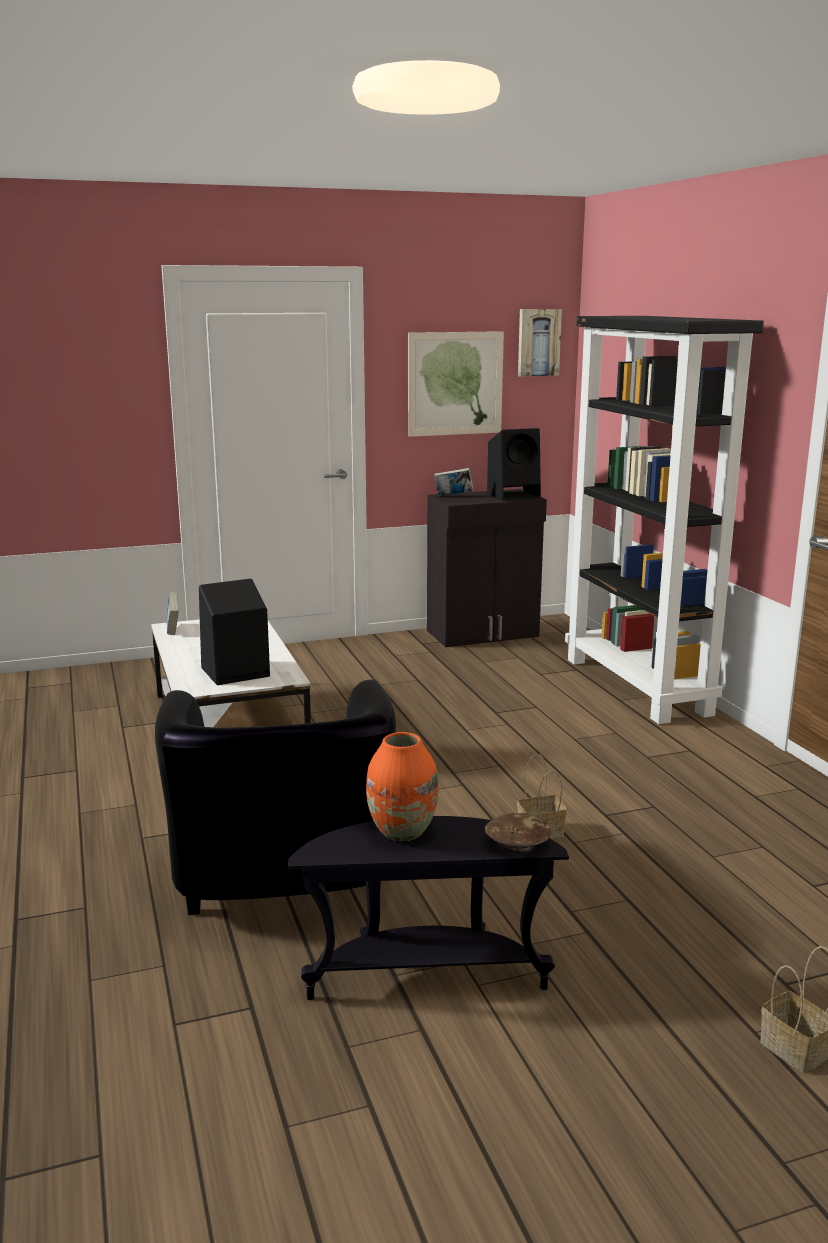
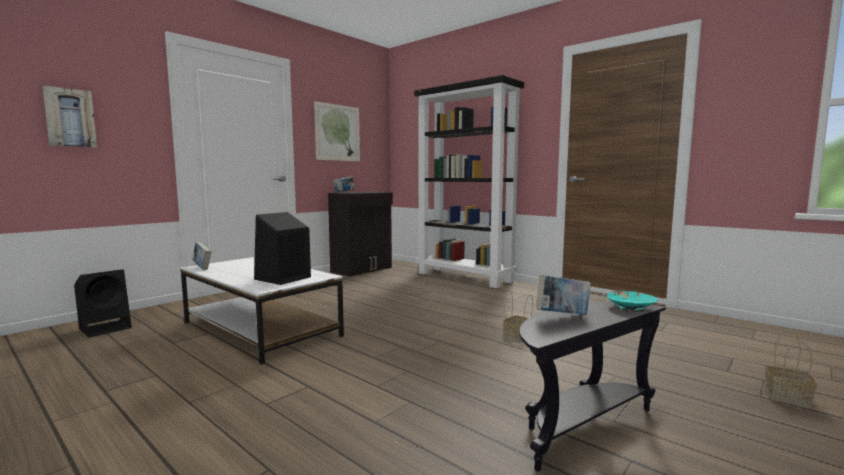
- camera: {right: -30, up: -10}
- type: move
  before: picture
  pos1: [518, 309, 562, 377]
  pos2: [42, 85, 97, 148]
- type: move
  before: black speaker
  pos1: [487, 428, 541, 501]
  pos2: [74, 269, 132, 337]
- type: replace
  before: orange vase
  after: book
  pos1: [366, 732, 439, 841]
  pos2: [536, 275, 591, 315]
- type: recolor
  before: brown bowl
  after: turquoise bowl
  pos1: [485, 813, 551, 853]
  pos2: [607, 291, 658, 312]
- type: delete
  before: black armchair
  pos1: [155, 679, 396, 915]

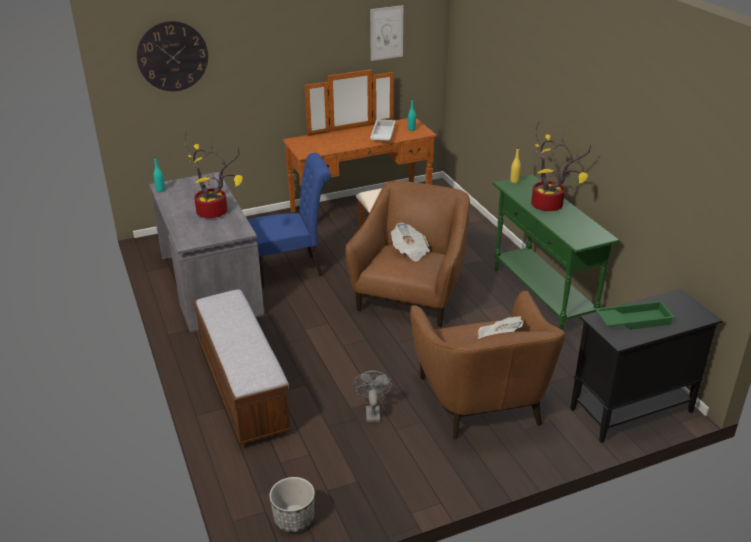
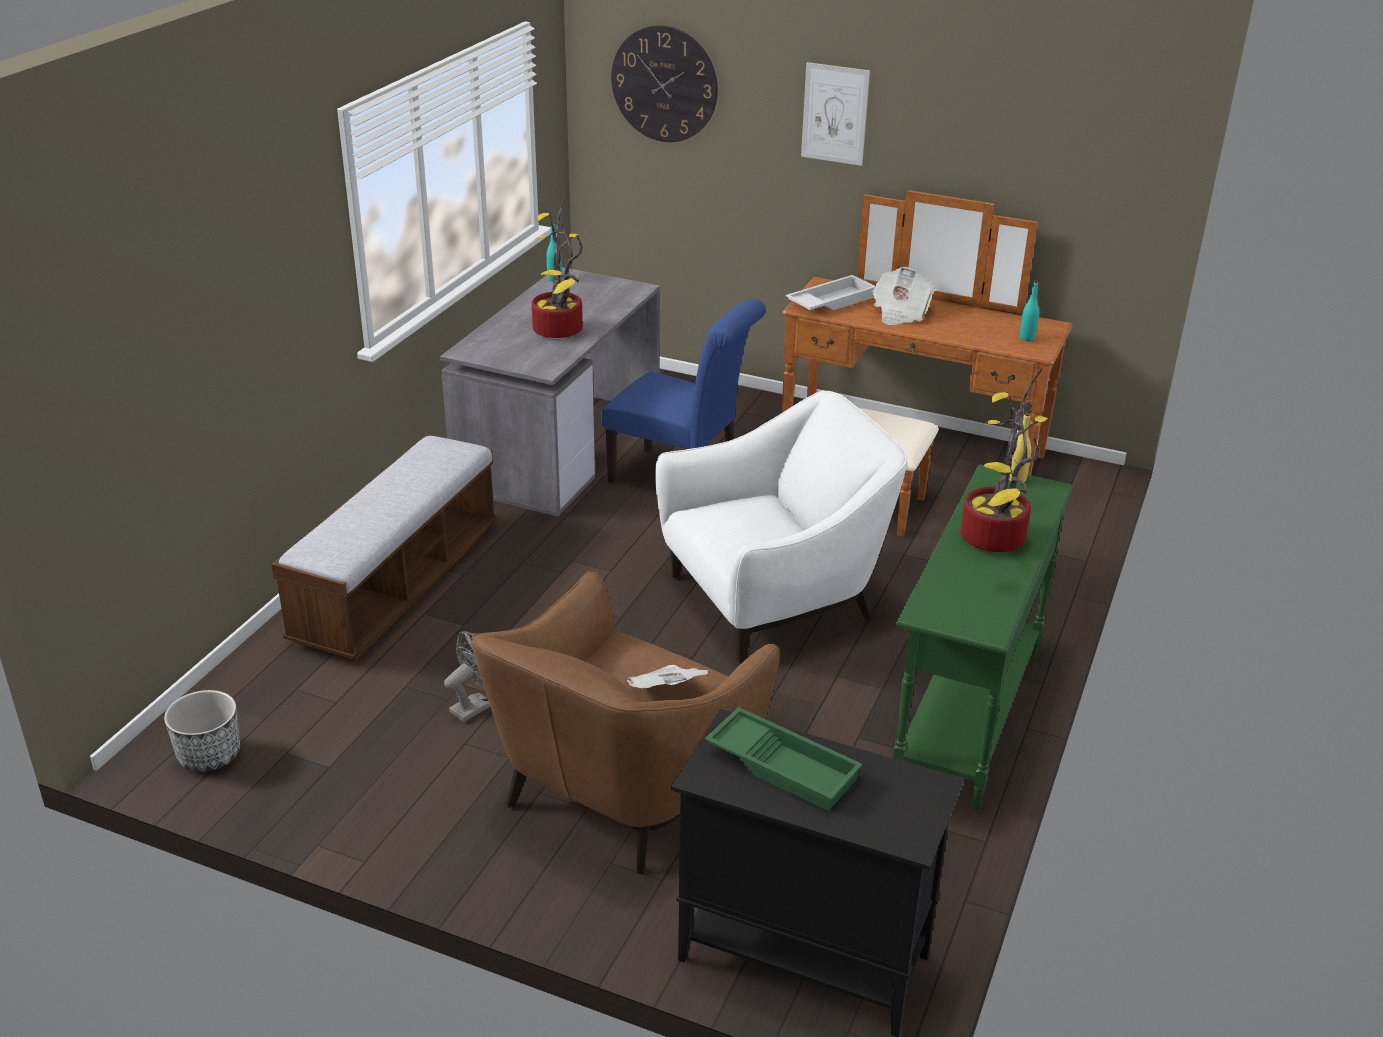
- camera: {right: 45, up: 0}
- type: recolor
  before: brown armchair
  after: white armchair
  pos1: [345, 181, 470, 327]
  pos2: [655, 391, 907, 663]
- type: move
  before: white tray
  pos1: [370, 119, 396, 141]
  pos2: [786, 275, 875, 310]
- type: move
  before: picture
  pos1: [370, 5, 403, 61]
  pos2: [801, 62, 870, 166]
- type: move
  before: newspaper
  pos1: [391, 223, 430, 261]
  pos2: [872, 267, 934, 325]

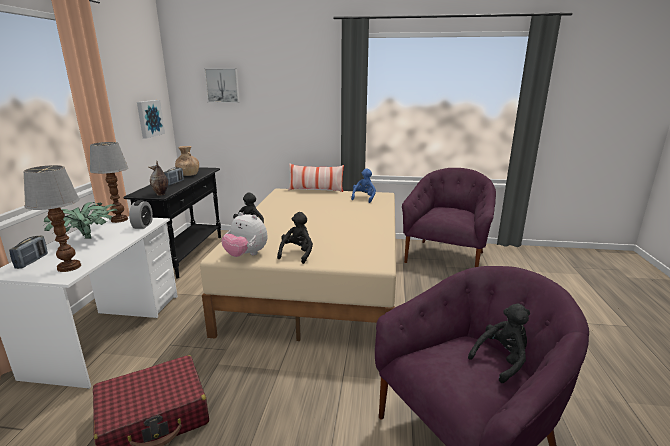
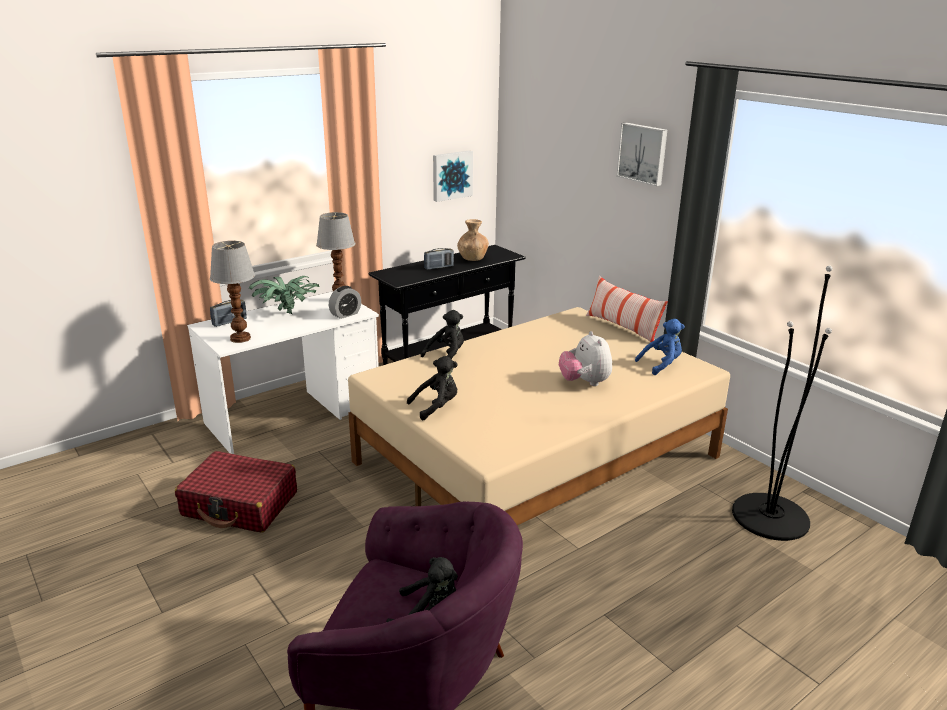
- camera: {right: 45, up: 5}
- type: move
  before: plush toy
  pos1: [222, 212, 268, 257]
  pos2: [559, 331, 612, 386]
- type: move
  before: picture
  pos1: [204, 68, 240, 103]
  pos2: [617, 123, 667, 186]
- type: replace
  before: purple armchair
  after: black floor lamp
  pos1: [402, 168, 496, 267]
  pos2: [732, 266, 833, 541]
- type: delete
  before: vase
  pos1: [148, 160, 168, 196]

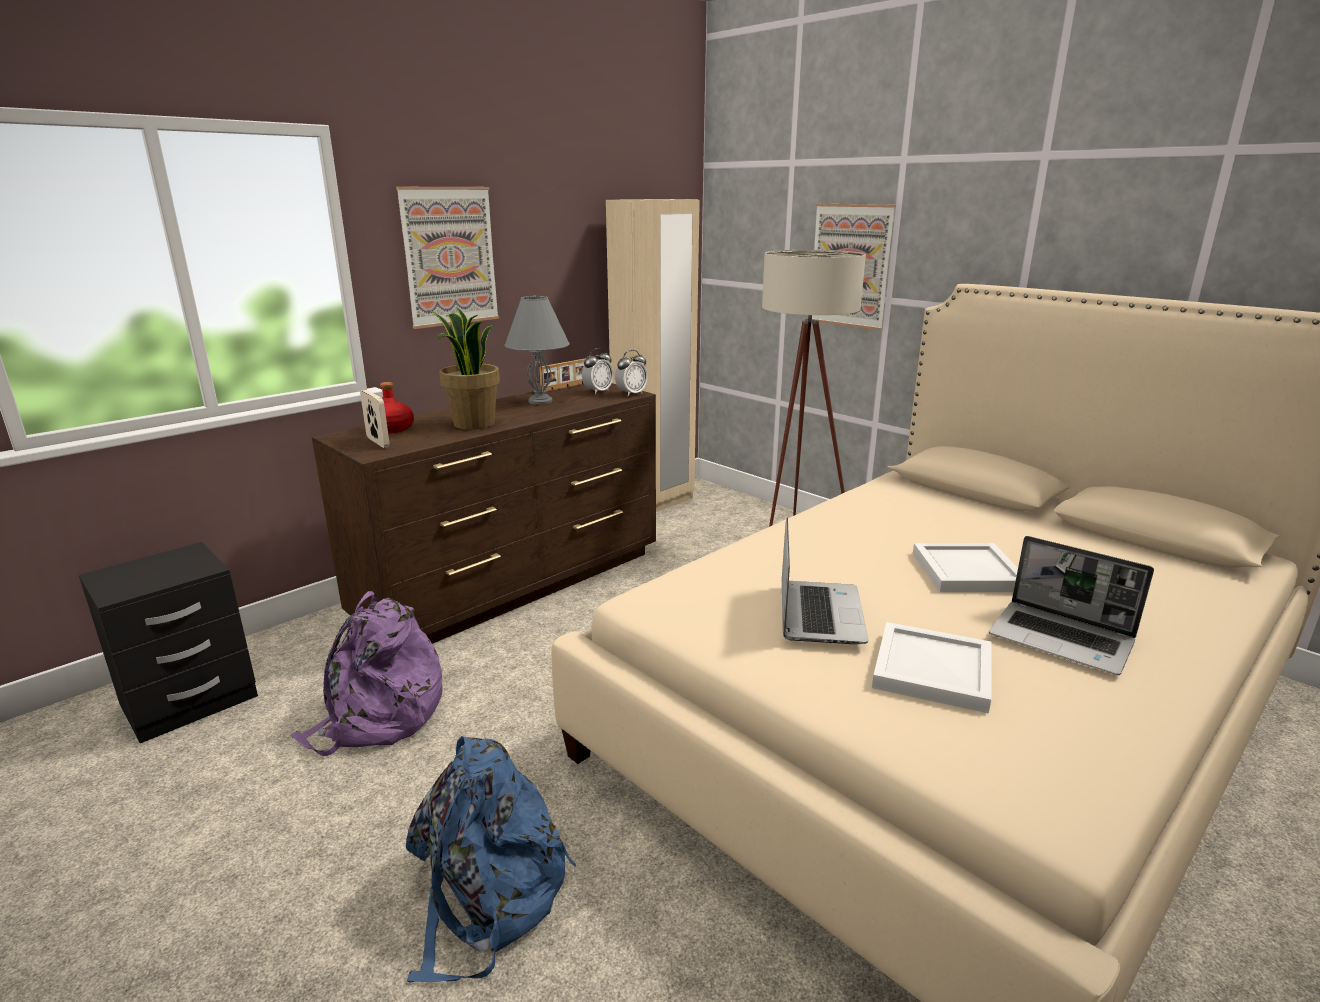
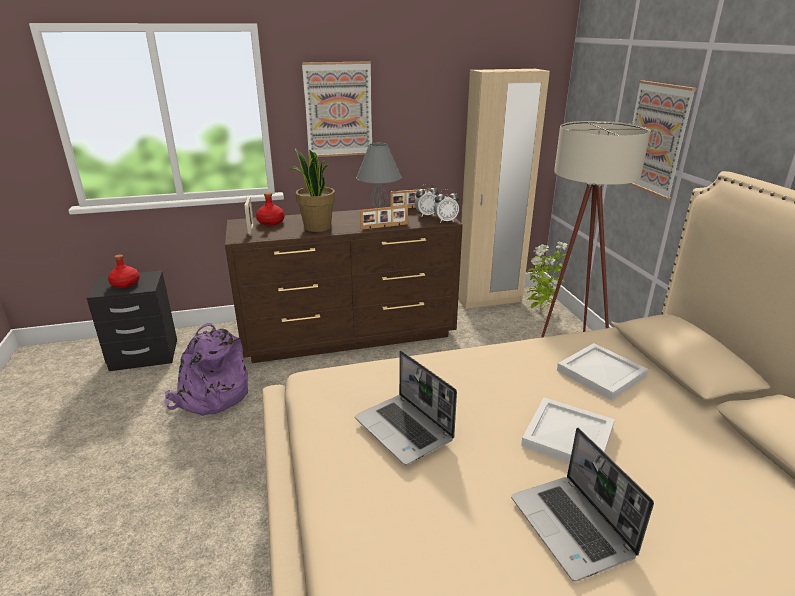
- camera: {right: 30, up: 5}
- type: insert
  after: red bottle
  pos2: [108, 255, 140, 288]
- type: rotate
  before: laptop
  pos1: [782, 518, 868, 644]
  pos2: [355, 350, 457, 465]
  turn: 105
- type: insert
  after: picture frame
  pos2: [360, 205, 408, 230]
- type: insert
  after: potted plant
  pos2: [527, 242, 567, 313]
- type: move
  before: white tray
  pos1: [872, 622, 991, 714]
  pos2: [557, 343, 648, 400]
- type: delete
  before: blue backpack
  pos1: [406, 736, 576, 983]

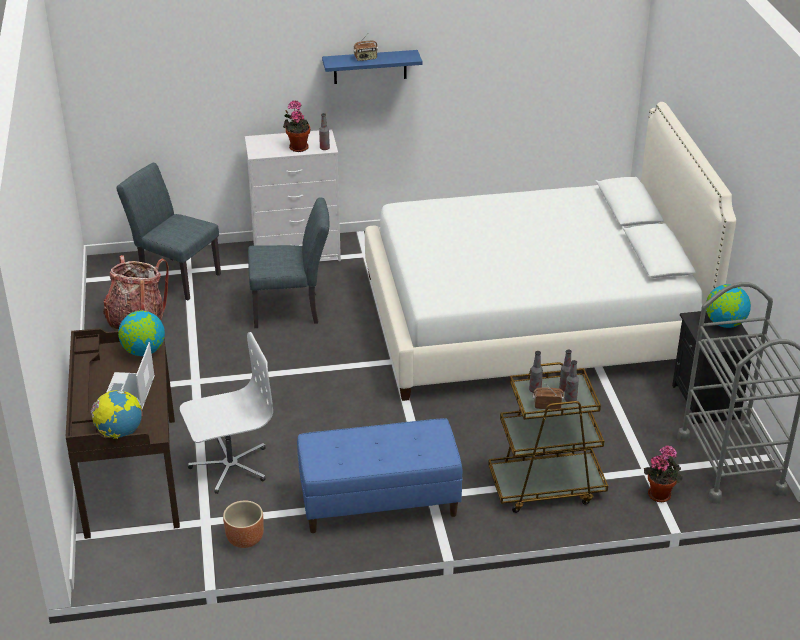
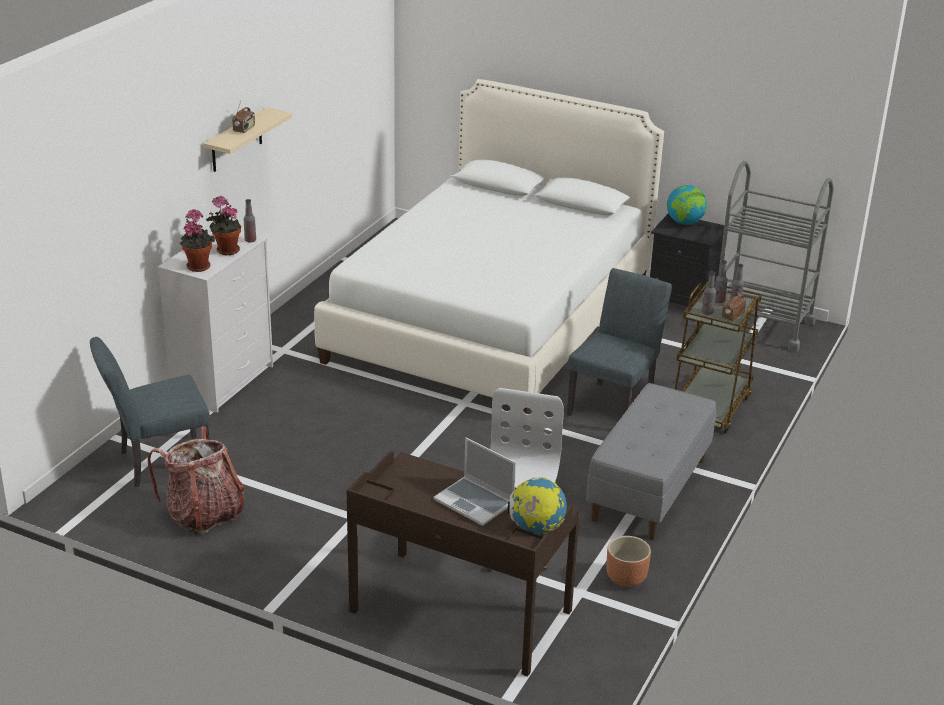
- camera: {right: -55, up: -5}
- type: move
  before: potted plant
  pos1: [644, 445, 683, 502]
  pos2: [180, 209, 215, 272]
- type: recolor
  before: blue shelf
  after: beige shelf
  pos1: [322, 50, 422, 84]
  pos2: [203, 107, 292, 172]
- type: move
  before: grey chair
  pos1: [248, 197, 329, 328]
  pos2: [567, 268, 672, 416]
- type: recolor
  before: blue bench
  after: grey bench
  pos1: [297, 418, 462, 533]
  pos2: [586, 383, 716, 540]
- type: delete
  before: globe
  pos1: [118, 311, 165, 356]

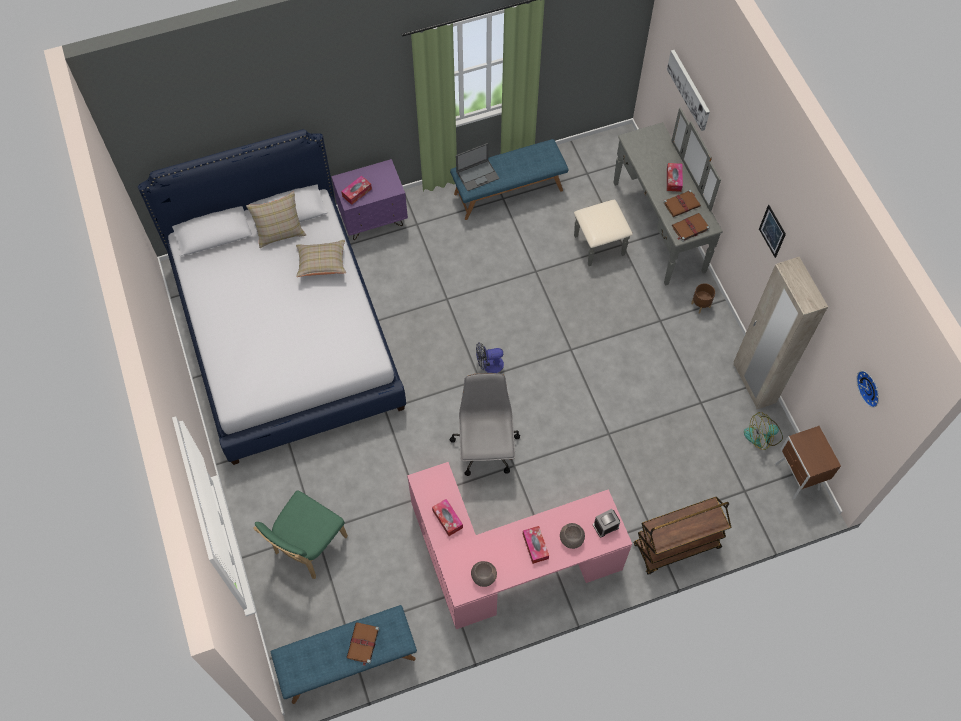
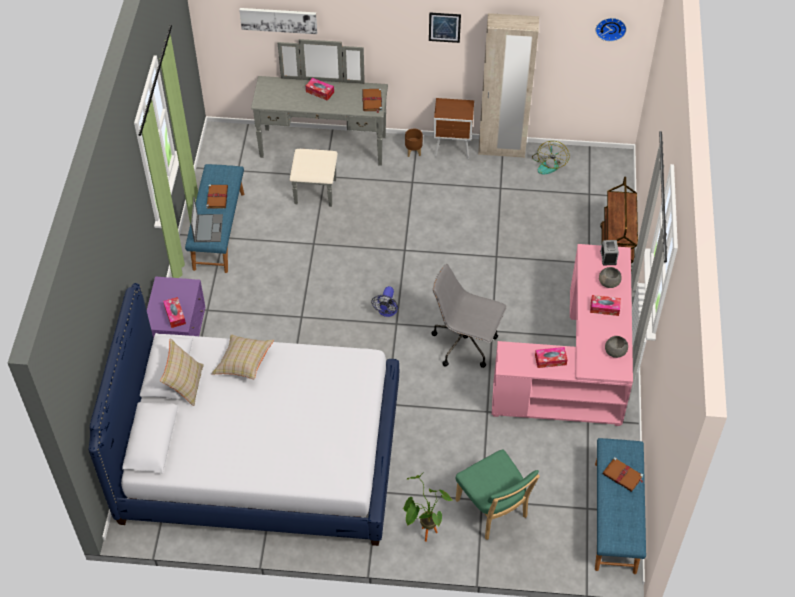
- camera: {right: -65, up: -10}
- type: move
  before: brown book
  pos1: [663, 190, 701, 217]
  pos2: [206, 184, 228, 209]
- type: insert
  after: potted plant
  pos2: [403, 472, 452, 542]
- type: move
  before: brown nightstand
  pos1: [775, 426, 841, 500]
  pos2: [433, 98, 474, 159]

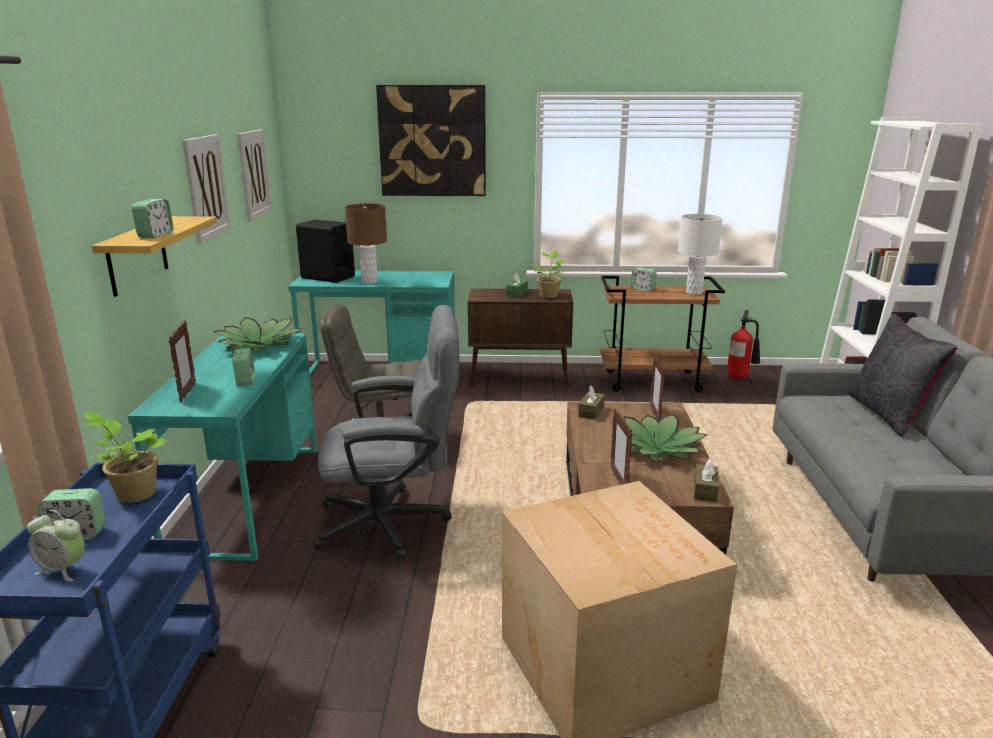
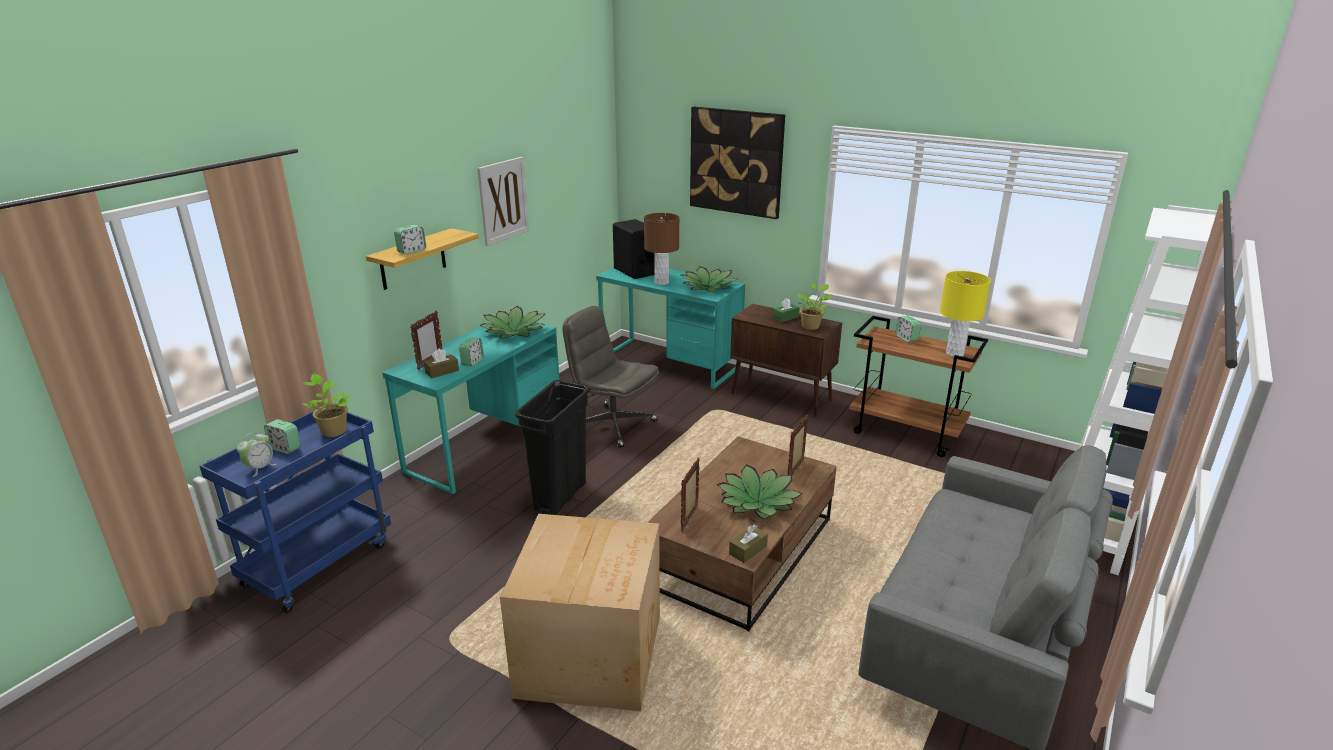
- camera: {right: 30, up: 5}
- type: rotate
  before: alarm clock
  pos1: [27, 510, 85, 581]
  pos2: [237, 432, 276, 477]
  turn: -105
- type: move
  before: brown tissue box
  pos1: [578, 386, 605, 420]
  pos2: [424, 348, 459, 378]
- type: replace
  before: grey office chair
  after: black trash can
  pos1: [314, 305, 459, 560]
  pos2: [515, 380, 590, 515]
- type: insert
  after: potted plant
  pos2: [681, 266, 737, 292]
- type: recolor
  before: white table lamp
  after: yellow table lamp
  pos1: [678, 214, 723, 295]
  pos2: [940, 271, 991, 357]
- type: delete
  before: picture
  pos1: [237, 129, 272, 222]
- type: delete
  before: fire extinguisher
  pos1: [727, 310, 760, 379]
- type: delete
  before: black pillow
  pos1: [847, 313, 958, 437]

